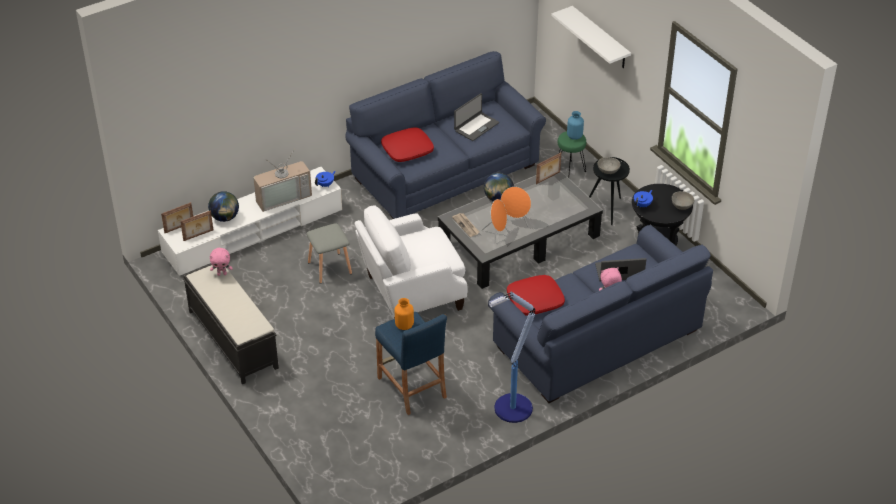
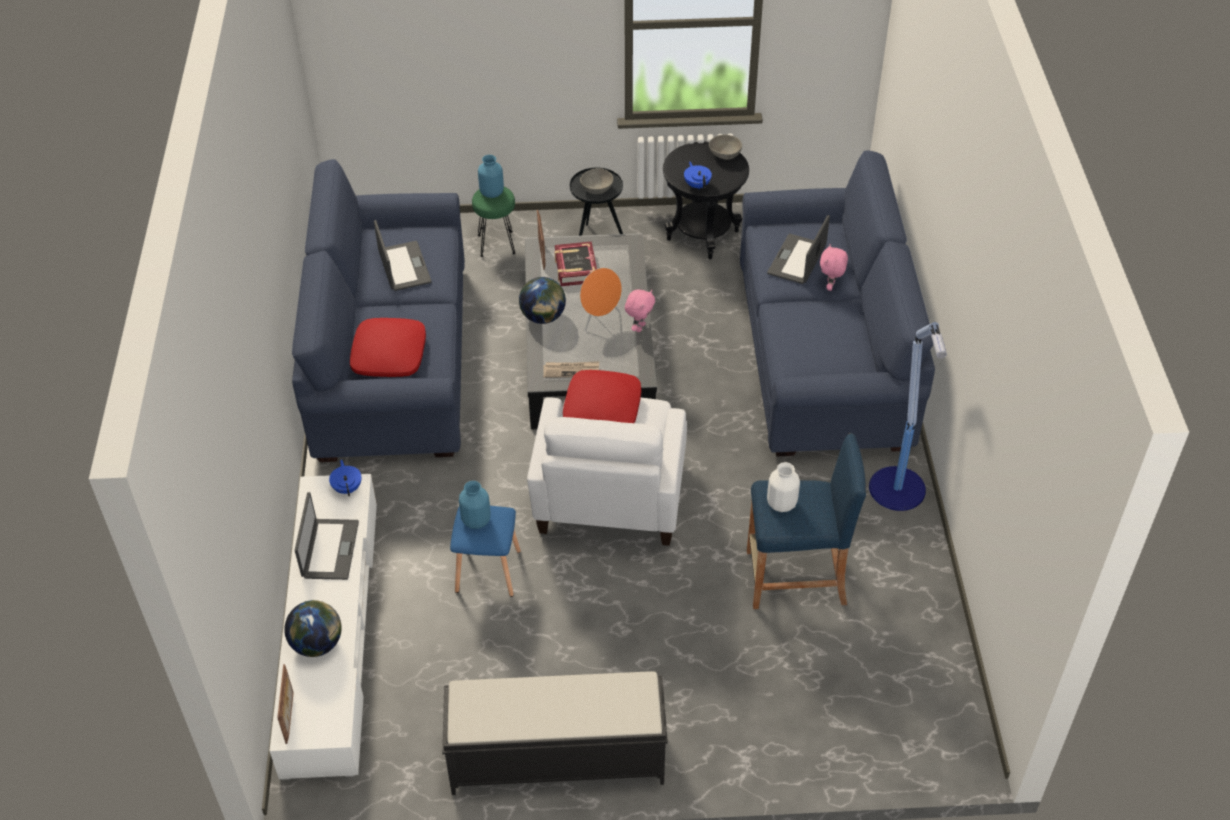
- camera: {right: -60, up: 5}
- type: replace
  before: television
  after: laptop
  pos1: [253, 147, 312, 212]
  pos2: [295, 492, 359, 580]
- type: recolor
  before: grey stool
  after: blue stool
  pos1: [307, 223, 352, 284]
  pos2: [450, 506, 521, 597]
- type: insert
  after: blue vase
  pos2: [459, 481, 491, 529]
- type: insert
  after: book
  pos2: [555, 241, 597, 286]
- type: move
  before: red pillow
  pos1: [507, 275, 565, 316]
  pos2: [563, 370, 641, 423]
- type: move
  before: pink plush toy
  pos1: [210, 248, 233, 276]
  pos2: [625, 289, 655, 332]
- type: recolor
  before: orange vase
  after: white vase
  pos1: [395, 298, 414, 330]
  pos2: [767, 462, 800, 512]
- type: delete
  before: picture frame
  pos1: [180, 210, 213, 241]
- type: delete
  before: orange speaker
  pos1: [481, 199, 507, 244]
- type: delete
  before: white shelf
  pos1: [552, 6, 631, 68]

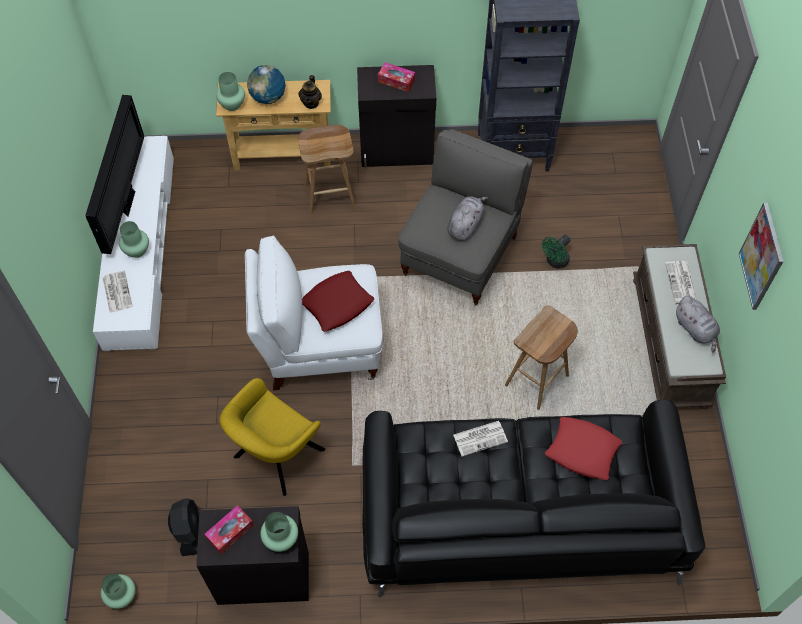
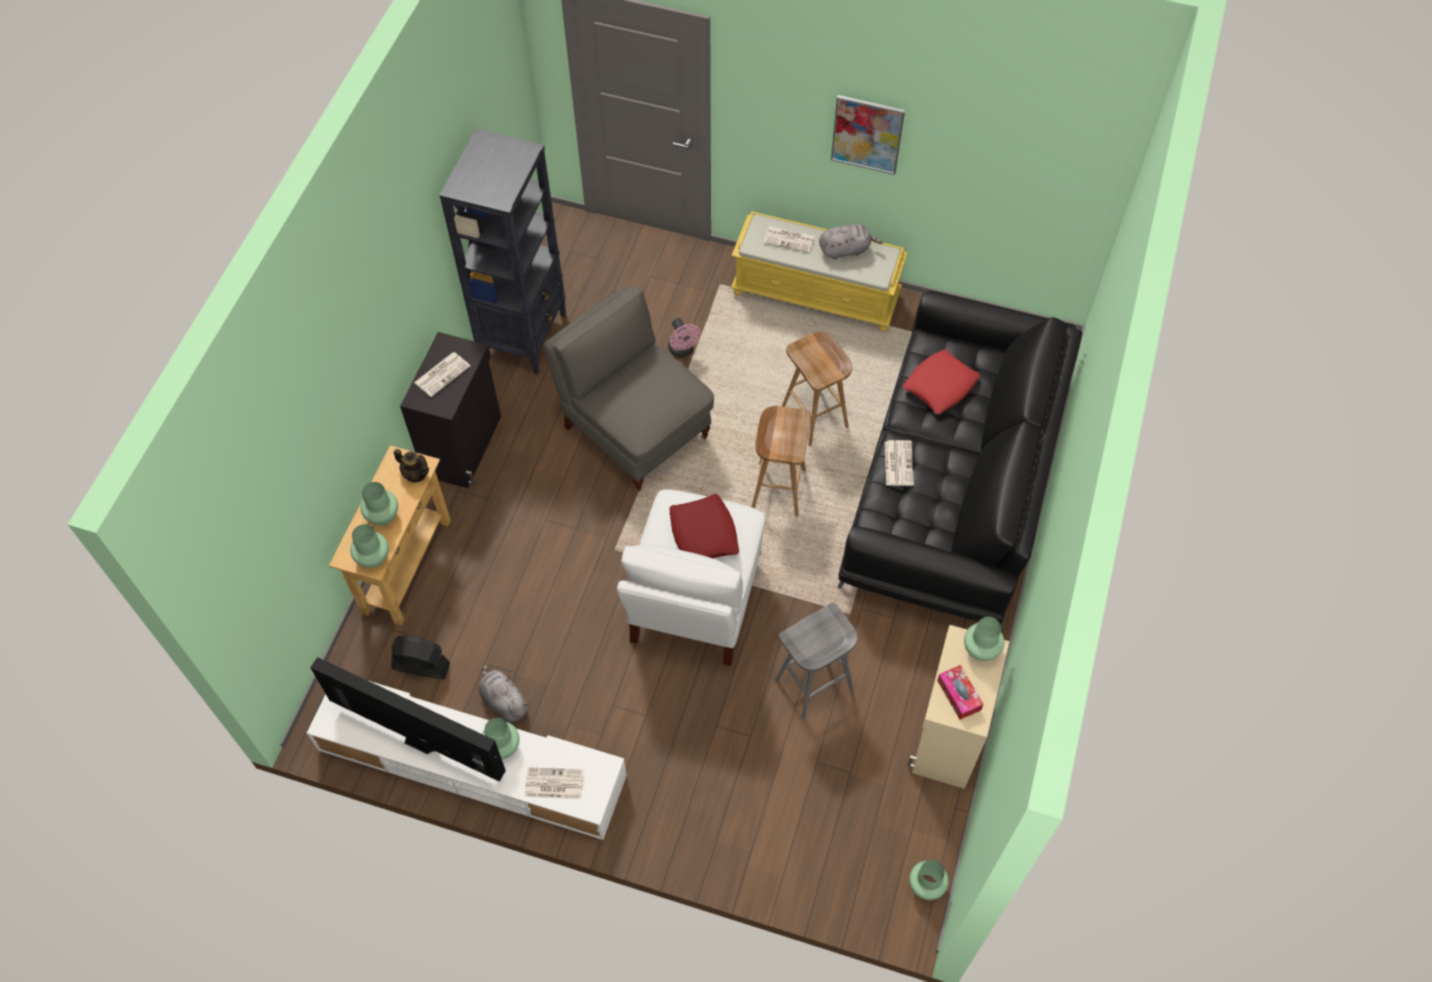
- camera: {right: -70, up: 0}
- type: replace
  before: globe
  after: green vase
  pos1: [247, 65, 286, 104]
  pos2: [360, 482, 398, 525]
- type: move
  before: black fan
  pos1: [168, 499, 199, 556]
  pos2: [391, 636, 450, 679]
- type: replace
  before: tissue box
  after: newspaper
  pos1: [378, 62, 415, 92]
  pos2: [414, 352, 470, 397]
- type: move
  before: grey plush toy
  pos1: [448, 196, 488, 241]
  pos2: [478, 662, 529, 722]
- type: recolor
  before: green fan
  after: pink fan
  pos1: [542, 235, 571, 269]
  pos2: [668, 318, 701, 357]
- type: recolor
  before: brown bench
  after: yellow bench
  pos1: [633, 244, 726, 409]
  pos2: [731, 211, 908, 332]
- type: move
  before: brown stool
  pos1: [298, 125, 356, 215]
  pos2: [752, 406, 811, 517]
- type: replace
  before: yellow armchair
  after: grey stool
  pos1: [220, 378, 325, 496]
  pos2: [775, 603, 858, 720]
- type: recolor
  before: black cabinet
  after: beige cabinet
  pos1: [196, 506, 309, 605]
  pos2: [907, 625, 1010, 789]

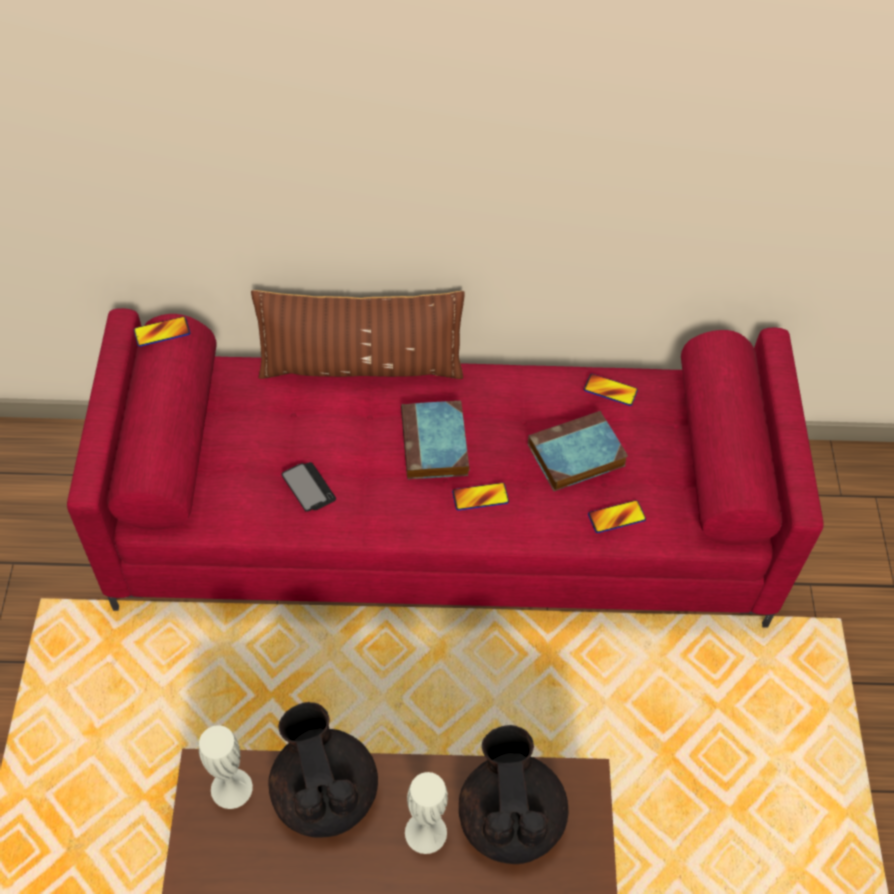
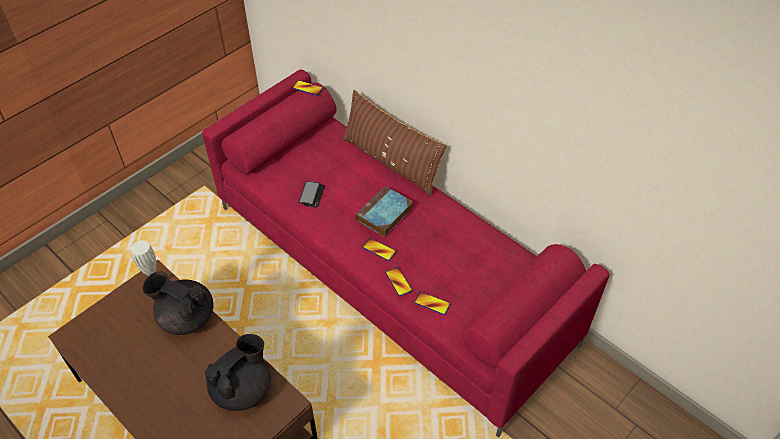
- camera: {right: 45, up: -5}
- type: rotate
  before: black teapot
  pos1: [269, 702, 378, 838]
  pos2: [143, 271, 214, 335]
  turn: -90
- type: move
  before: phone
  pos1: [584, 374, 638, 406]
  pos2: [385, 267, 412, 296]
- type: delete
  before: white vase
  pos1: [405, 772, 448, 854]
- type: delete
  before: book
  pos1: [528, 411, 628, 491]

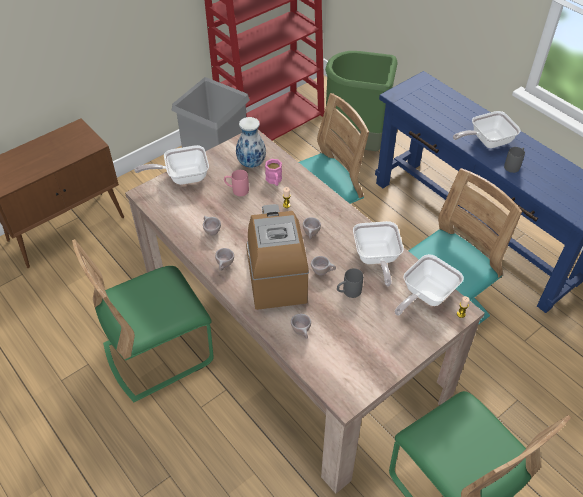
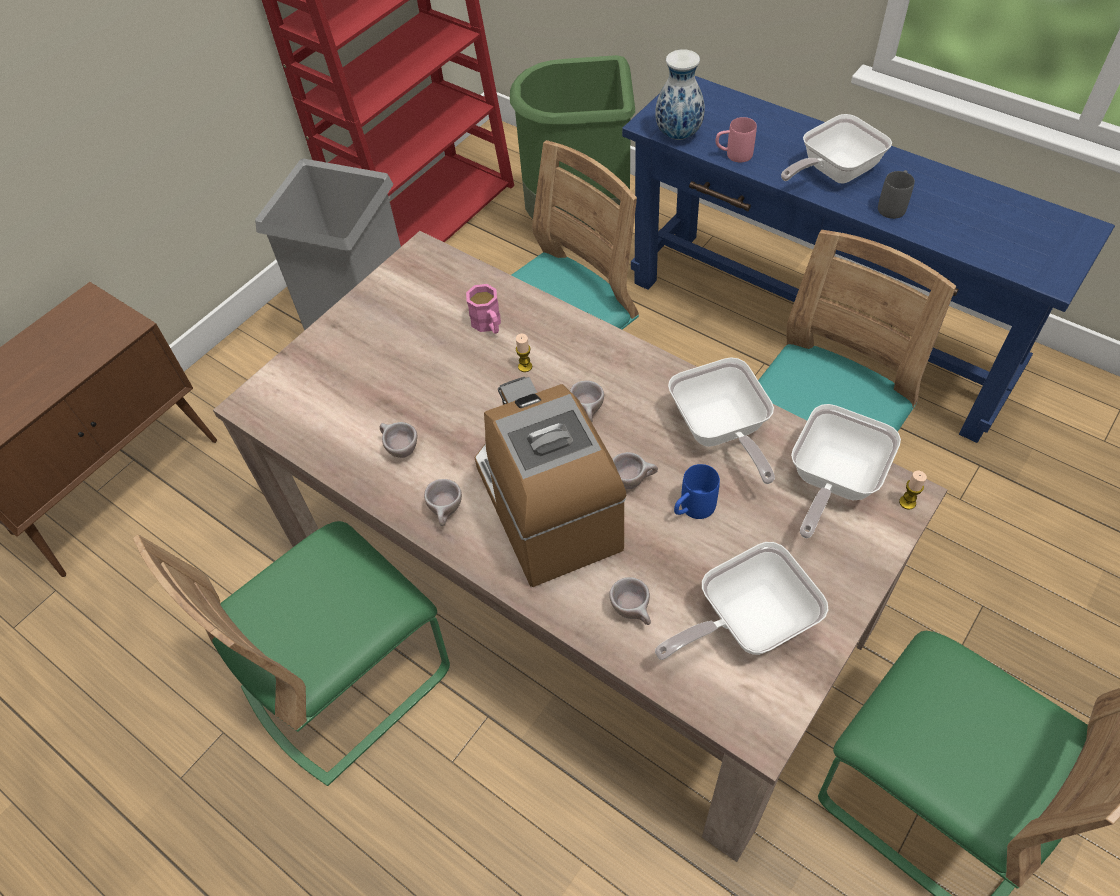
- camera: {right: -10, up: 5}
- type: move
  before: vase
  pos1: [236, 117, 266, 168]
  pos2: [655, 49, 705, 140]
- type: move
  before: frying pan
  pos1: [134, 145, 209, 185]
  pos2: [655, 542, 828, 660]
- type: recolor
  before: grey mug
  after: blue mug
  pos1: [337, 268, 363, 298]
  pos2: [674, 464, 720, 519]
- type: move
  before: pink mug
  pos1: [224, 170, 249, 196]
  pos2: [716, 117, 757, 163]

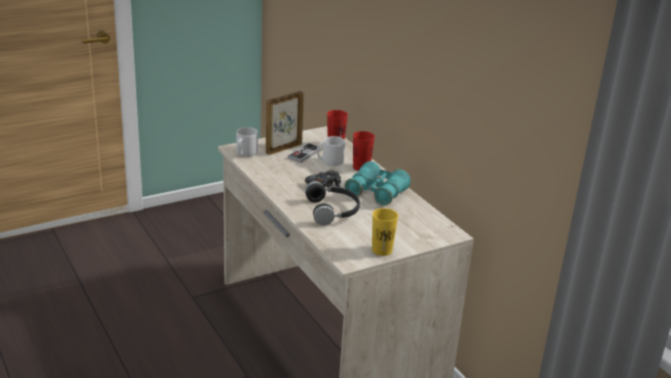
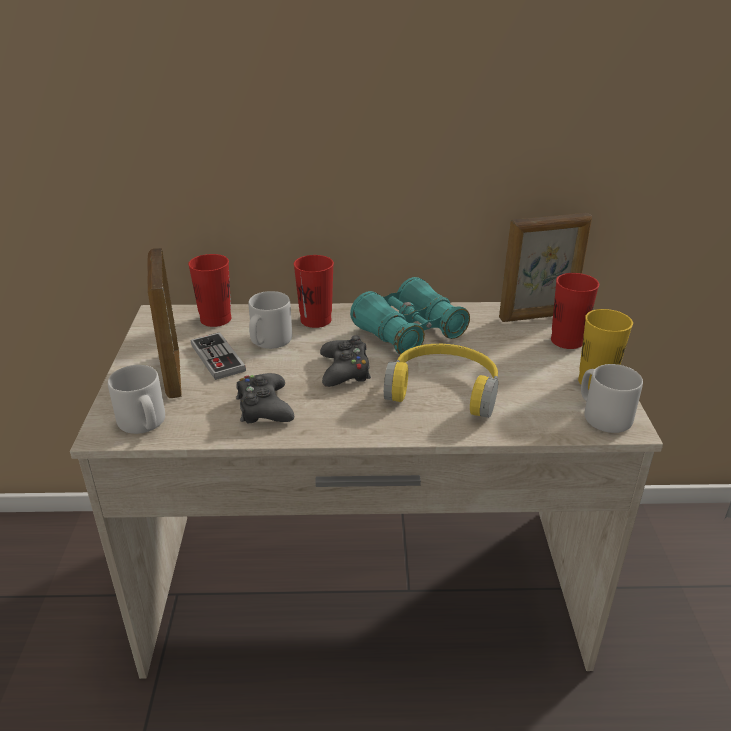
- camera: {right: -60, up: 5}
- type: insert
  after: black game controller
  pos2: [236, 373, 294, 423]
- type: recolor
  before: black headphones
  after: yellow headphones
  pos1: [305, 181, 360, 226]
  pos2: [384, 344, 498, 418]
- type: insert
  after: picture frame
  pos2: [499, 213, 592, 322]
- type: insert
  after: red cup
  pos2: [551, 273, 599, 349]
- type: insert
  after: grey mug
  pos2: [581, 364, 643, 433]

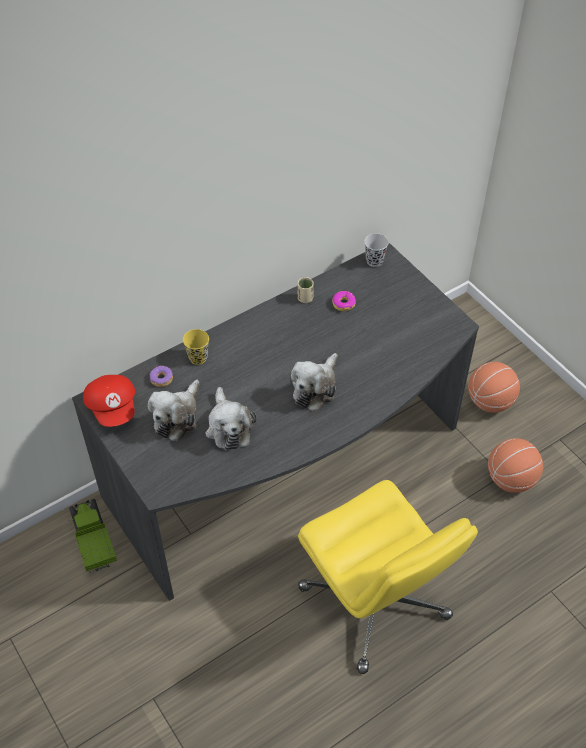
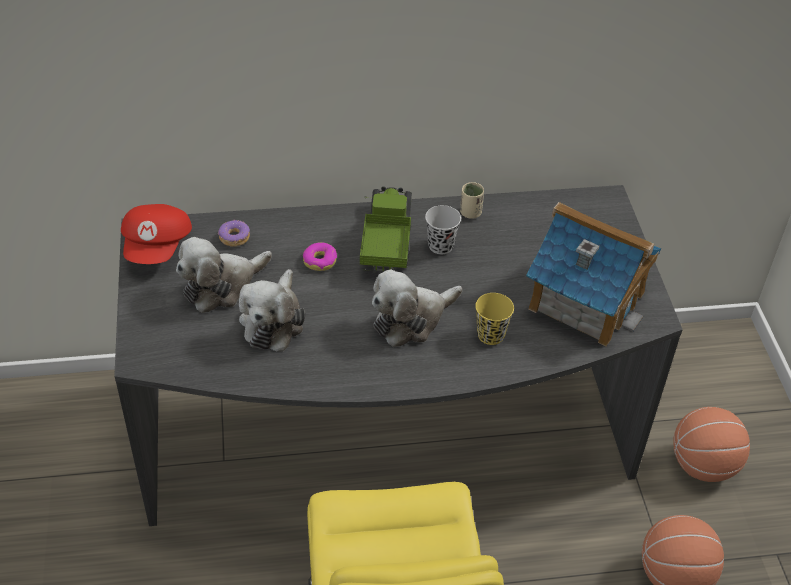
- camera: {right: 25, up: -5}
- type: move
  before: donut
  pos1: [332, 291, 356, 311]
  pos2: [303, 242, 337, 271]
- type: move
  before: toy truck
  pos1: [68, 499, 117, 573]
  pos2: [360, 186, 412, 273]
- type: move
  before: black cup
  pos1: [364, 233, 389, 267]
  pos2: [425, 205, 461, 254]
- type: move
  before: yellow cup
  pos1: [183, 329, 209, 365]
  pos2: [475, 293, 514, 345]
- type: insert
  after: toy house
  pos2: [526, 202, 661, 346]

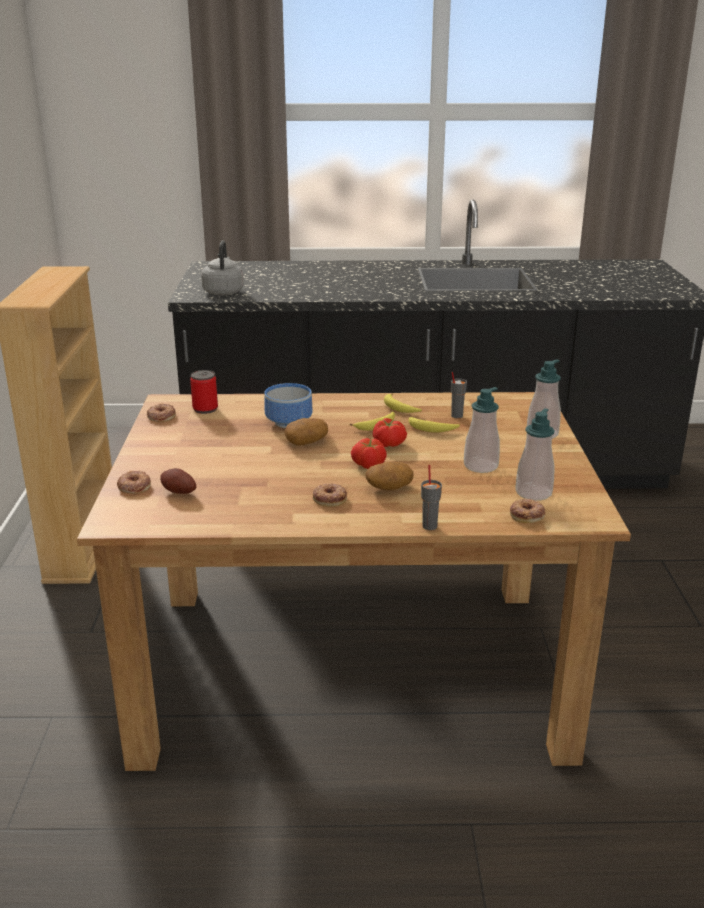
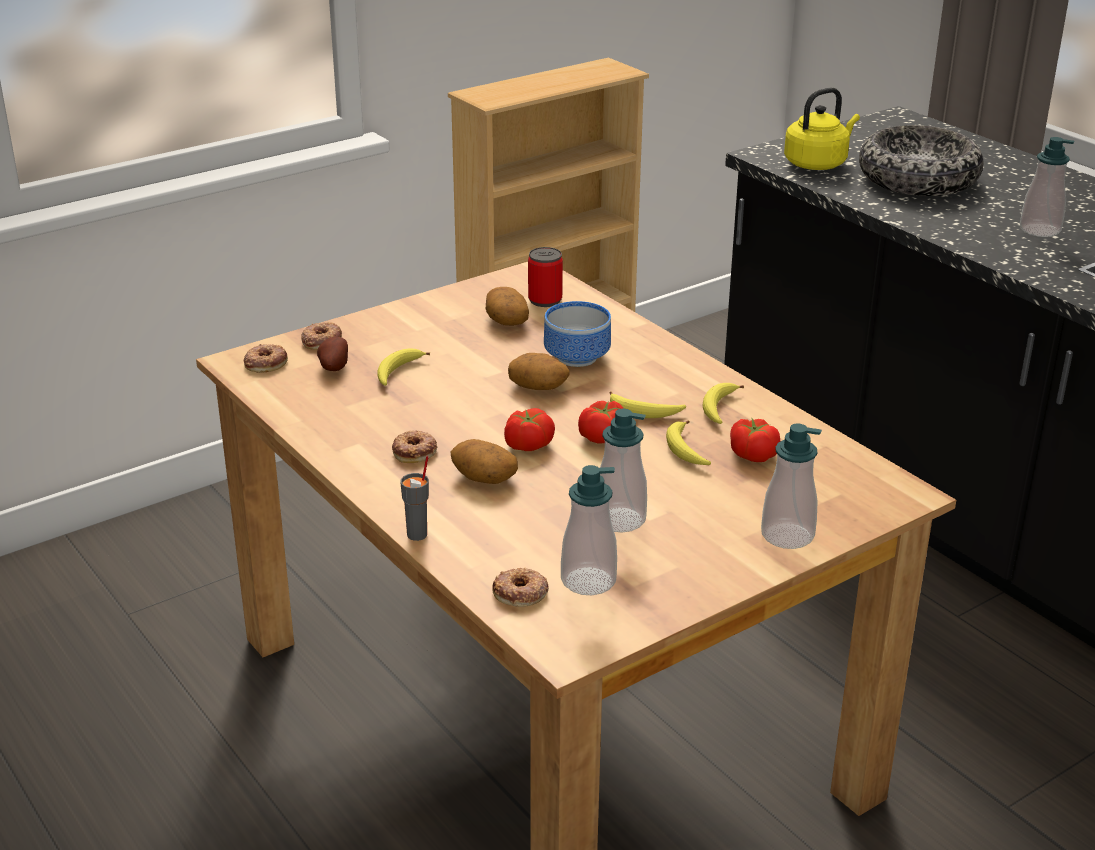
- camera: {right: 55, up: 5}
- type: move
  before: donut
  pos1: [147, 403, 176, 422]
  pos2: [244, 344, 288, 373]
- type: insert
  after: banana
  pos2: [378, 348, 430, 386]
- type: insert
  after: potato
  pos2: [485, 287, 529, 326]
- type: replace
  before: grey cup
  after: tomato
  pos1: [451, 372, 467, 418]
  pos2: [730, 418, 780, 462]
- type: recolor
  before: grey kettle
  after: yellow kettle
  pos1: [201, 240, 244, 295]
  pos2: [784, 88, 860, 170]
- type: insert
  after: bowl
  pos2: [859, 125, 984, 196]
- type: insert
  after: soap dispenser
  pos2: [1020, 137, 1075, 237]

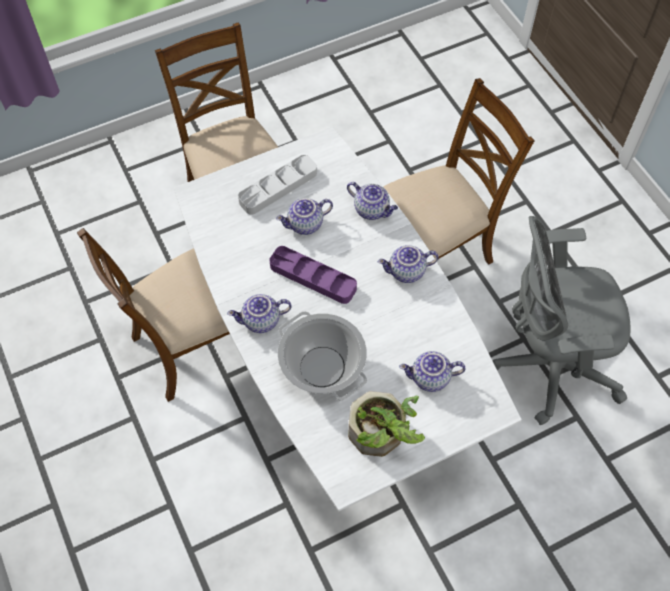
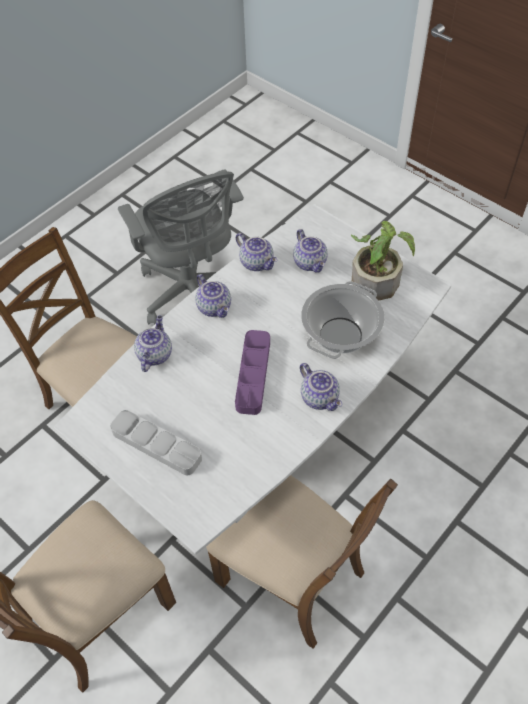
- camera: {right: -110, up: -5}
- type: move
  before: teapot
  pos1: [276, 198, 333, 235]
  pos2: [236, 233, 277, 271]

